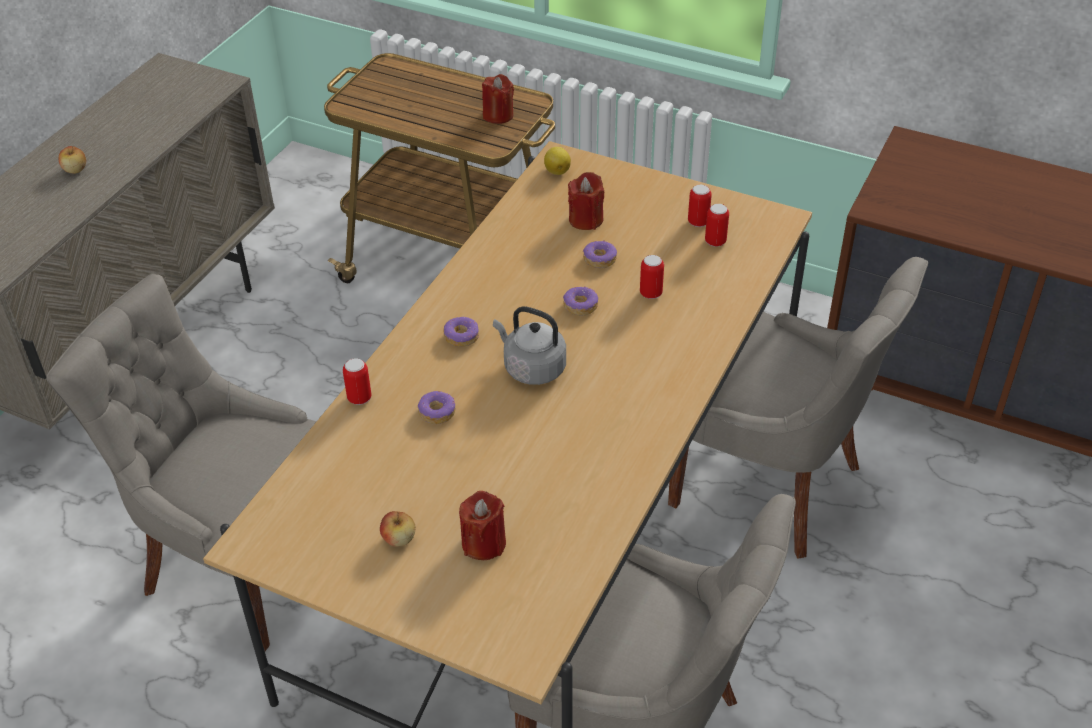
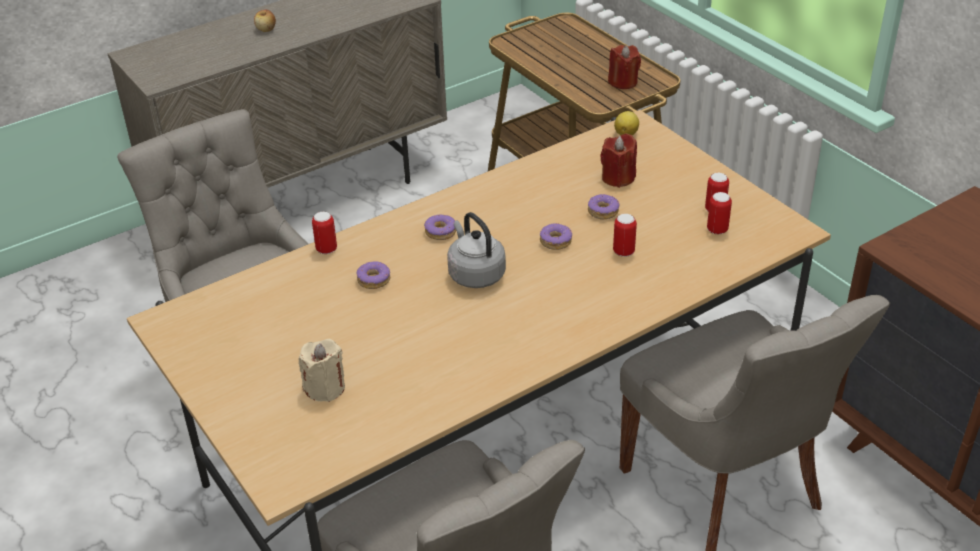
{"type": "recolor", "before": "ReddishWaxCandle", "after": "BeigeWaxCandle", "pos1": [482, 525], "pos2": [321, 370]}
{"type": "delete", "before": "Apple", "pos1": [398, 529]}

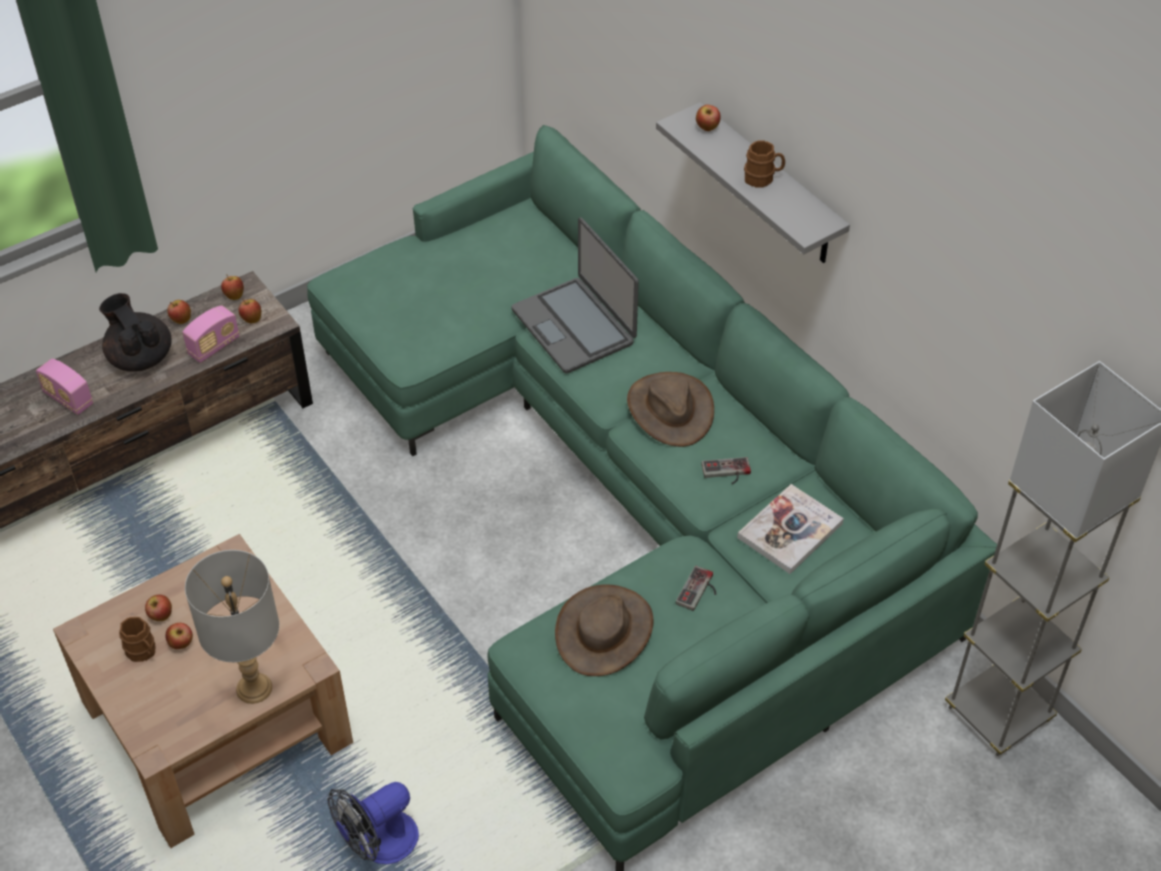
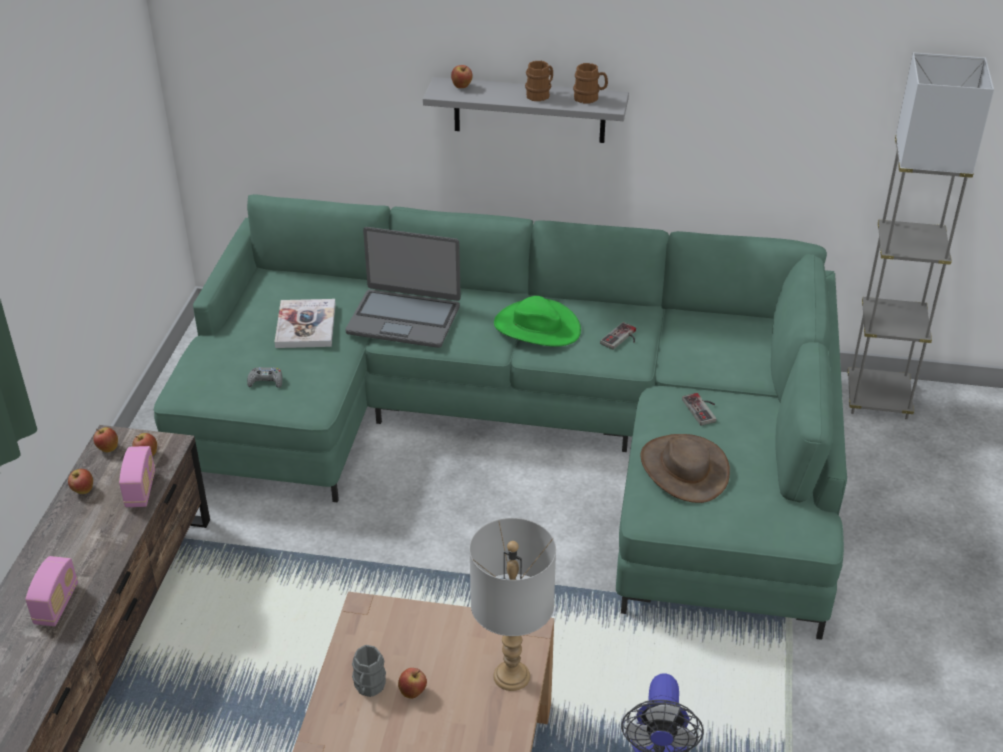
{"type": "delete", "before": "BlackColouredTeaPot", "pos1": [135, 332]}
{"type": "rotate", "before": "RadioSet", "pos1": [64, 387], "pos2": [51, 591], "turn": -75}
{"type": "recolor", "before": "BrownColouredWearableHat", "after": "GreenColouredWearableHat", "pos1": [670, 409], "pos2": [537, 321]}
{"type": "move", "before": "BoundBook", "pos1": [790, 529], "pos2": [305, 323]}
{"type": "replace", "before": "Apple", "after": "GrayMug", "pos1": [158, 608], "pos2": [369, 671]}
{"type": "move", "before": "BrownColouredMug", "pos1": [137, 639], "pos2": [590, 83]}
{"type": "insert", "after": "GrayGamepad", "pos2": [264, 377]}

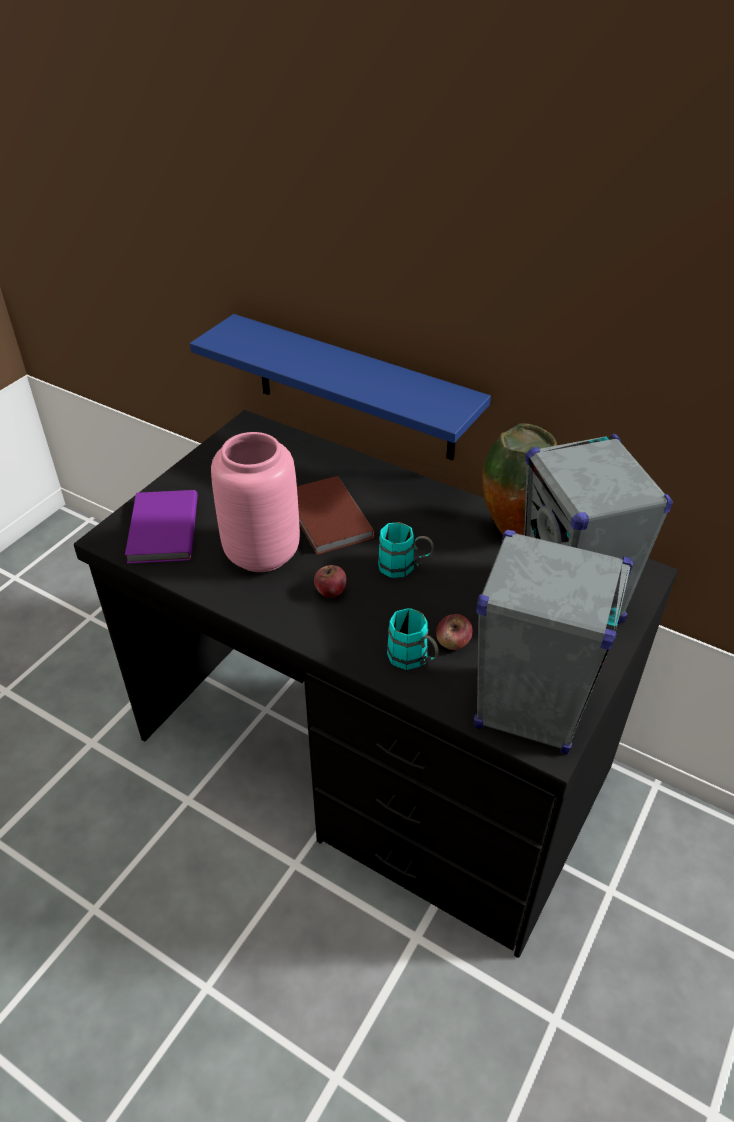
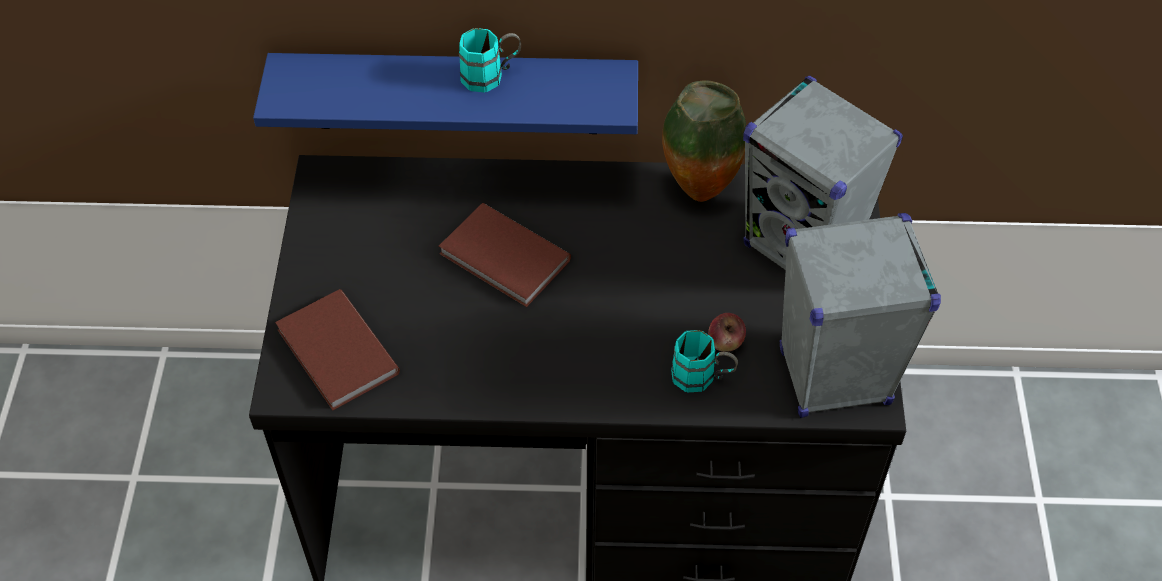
{"type": "delete", "before": "PinkishDecorativeVase", "pos1": [255, 502]}
{"type": "recolor", "before": "PurplishBoundBook", "after": "BrownColouredBoundBook", "pos1": [161, 527], "pos2": [337, 349]}
{"type": "move", "before": "BlueGreenMug", "pos1": [406, 550], "pos2": [490, 60]}
{"type": "delete", "before": "Apple", "pos1": [330, 581]}

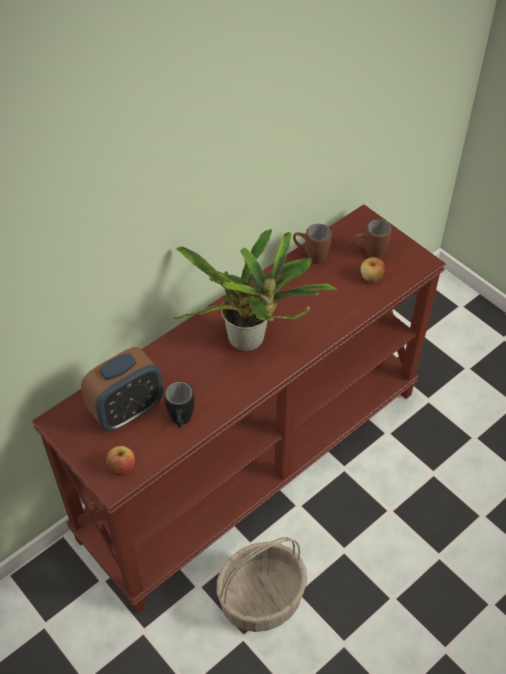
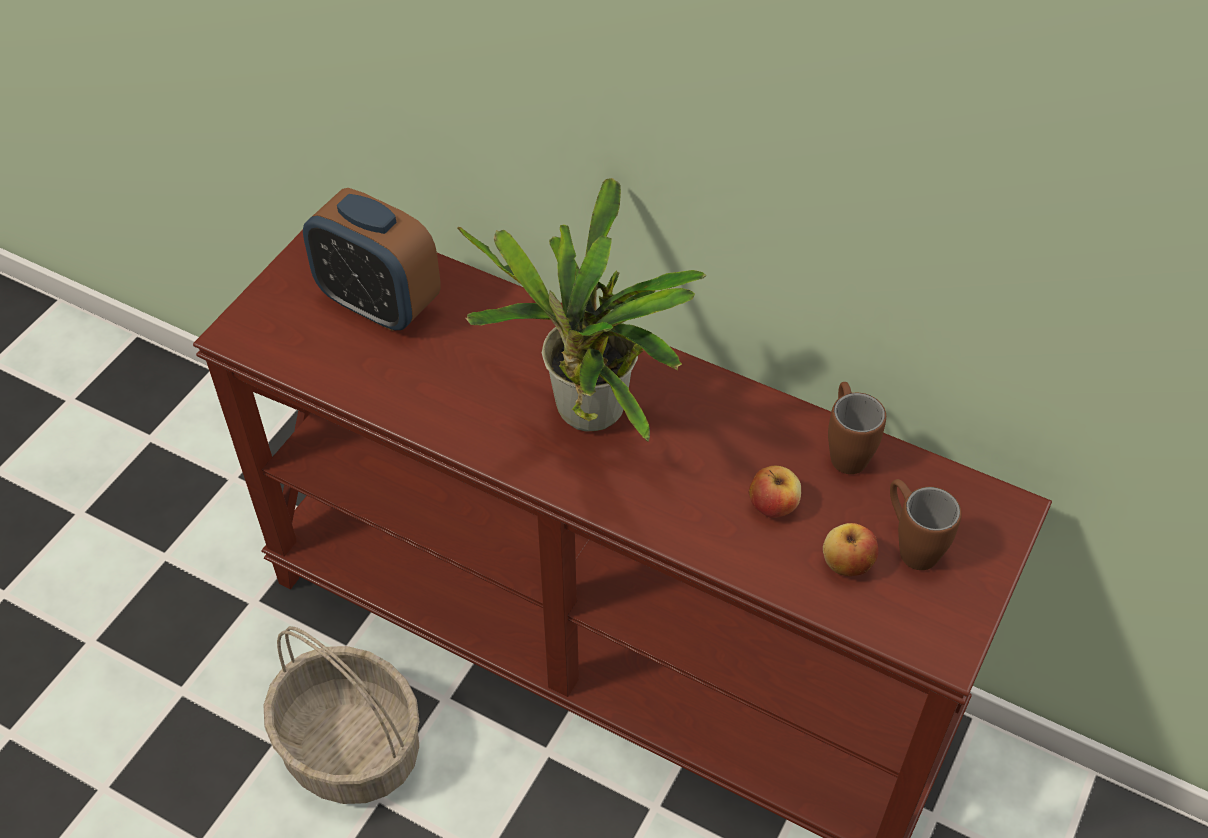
{"type": "delete", "before": "BlackColouredMug", "pos1": [179, 405]}
{"type": "move", "before": "Apple", "pos1": [120, 460], "pos2": [775, 492]}

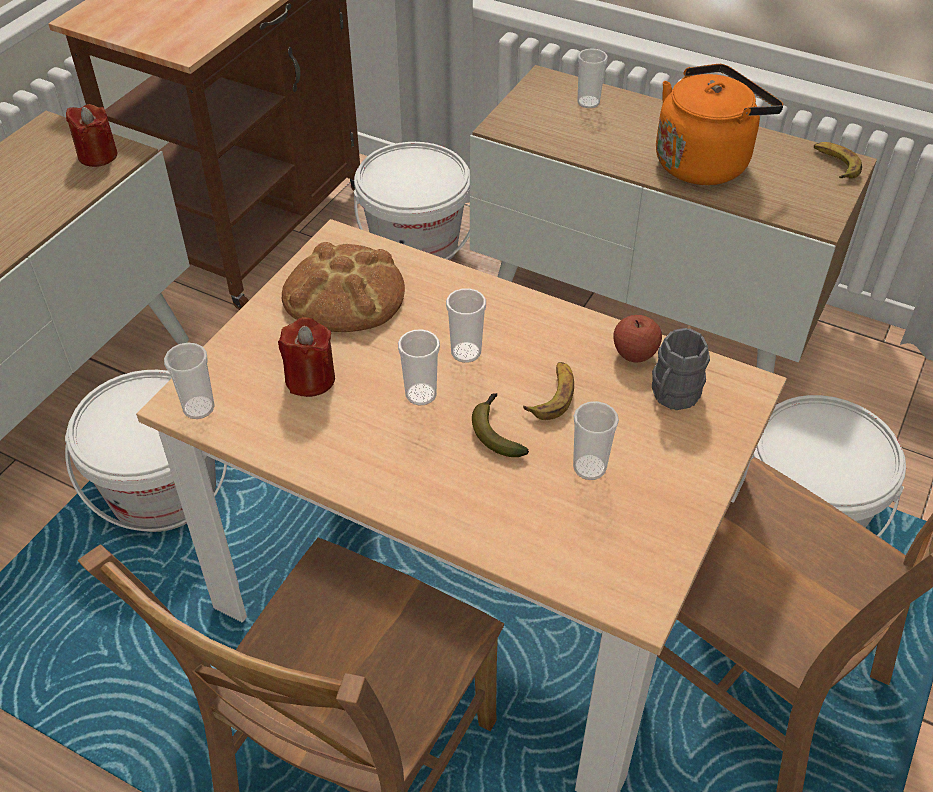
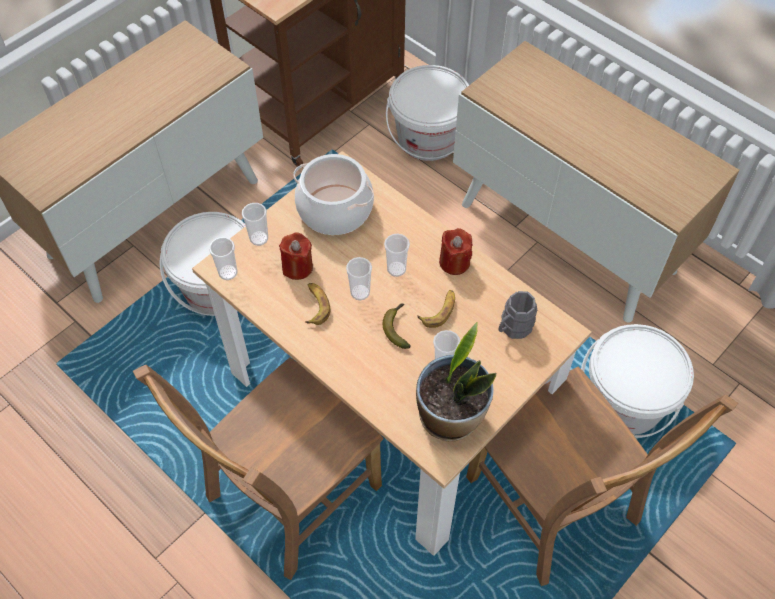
{"type": "move", "before": "DrinkingCup", "pos1": [592, 78], "pos2": [255, 224]}
{"type": "delete", "before": "OrangeTeaKettle", "pos1": [720, 124]}
{"type": "move", "before": "ReddishWaxCandle", "pos1": [91, 135], "pos2": [456, 251]}
{"type": "move", "before": "Banana", "pos1": [838, 160], "pos2": [317, 304]}
{"type": "replace", "before": "Bread", "after": "Stockpot", "pos1": [343, 287], "pos2": [333, 194]}
{"type": "delete", "before": "Apple", "pos1": [637, 338]}
{"type": "insert", "after": "Houseplant", "pos2": [456, 382]}

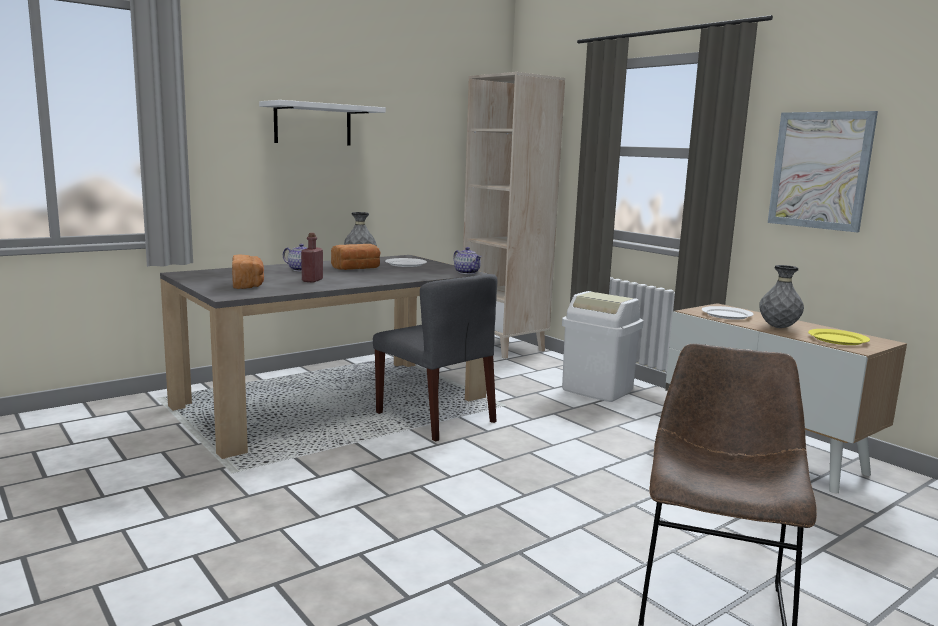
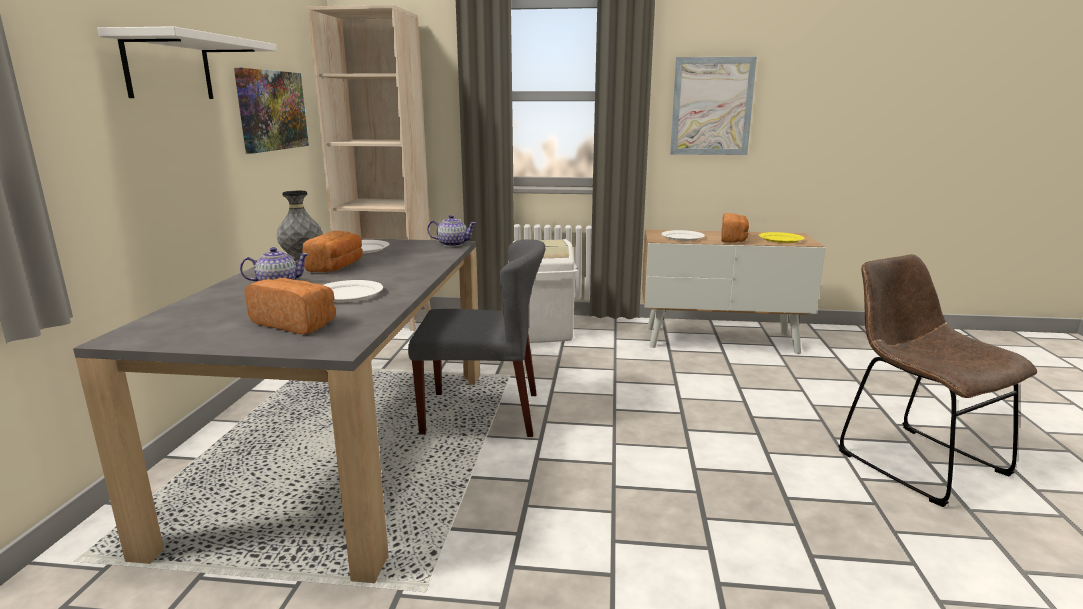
{"type": "replace", "before": "ReddishDrinkBottle", "after": "WhitePlate", "pos1": [312, 258], "pos2": [353, 291]}
{"type": "replace", "before": "GrayDecorativeVase", "after": "Bread", "pos1": [781, 296], "pos2": [735, 228]}
{"type": "insert", "after": "WallPicture", "pos2": [271, 111]}

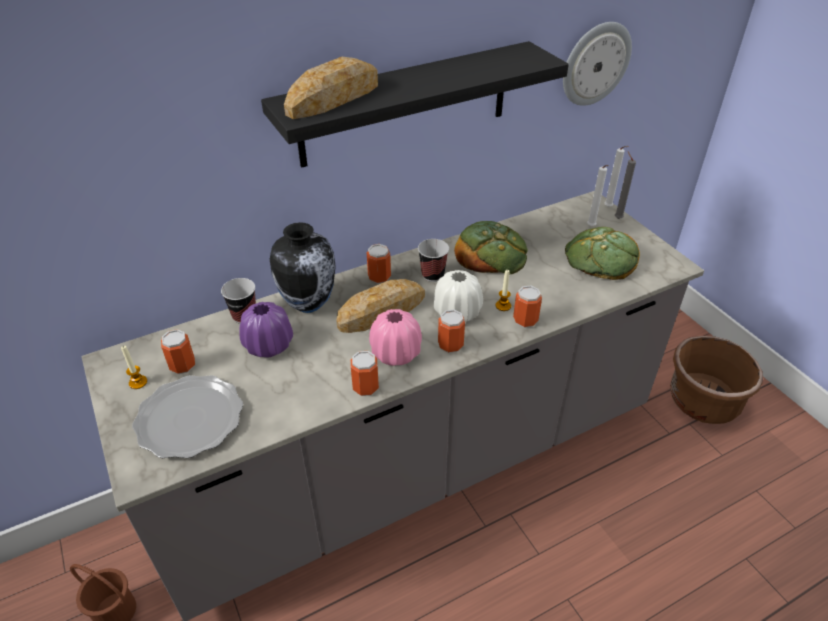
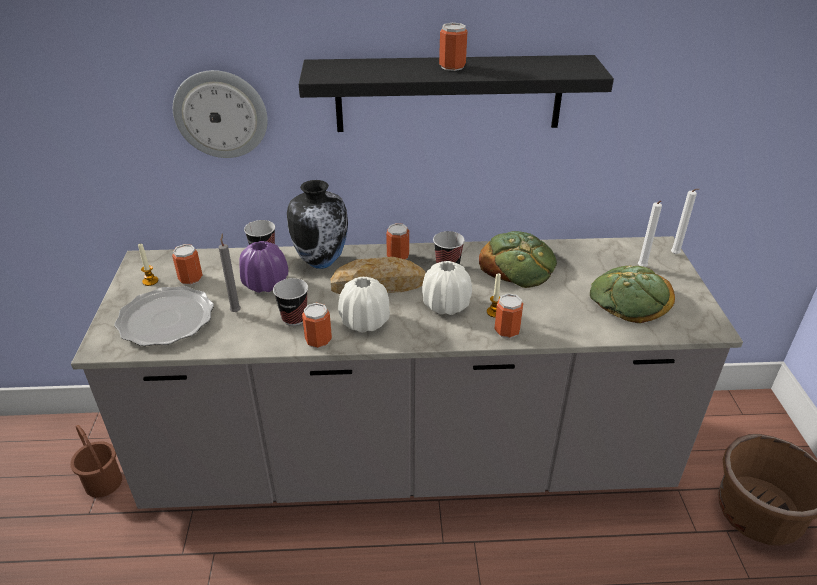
{"type": "move", "before": "HangingClock", "pos1": [597, 64], "pos2": [220, 114]}
{"type": "delete", "before": "Bread", "pos1": [331, 88]}
{"type": "move", "before": "GrayWaxCandle", "pos1": [625, 185], "pos2": [230, 272]}
{"type": "recolor", "before": "PinkishDecorativeVase", "after": "WhiteDecorativeVase", "pos1": [395, 337], "pos2": [364, 305]}
{"type": "move", "before": "Can", "pos1": [451, 331], "pos2": [453, 47]}
{"type": "insert", "after": "DrinkingCup", "pos2": [290, 302]}

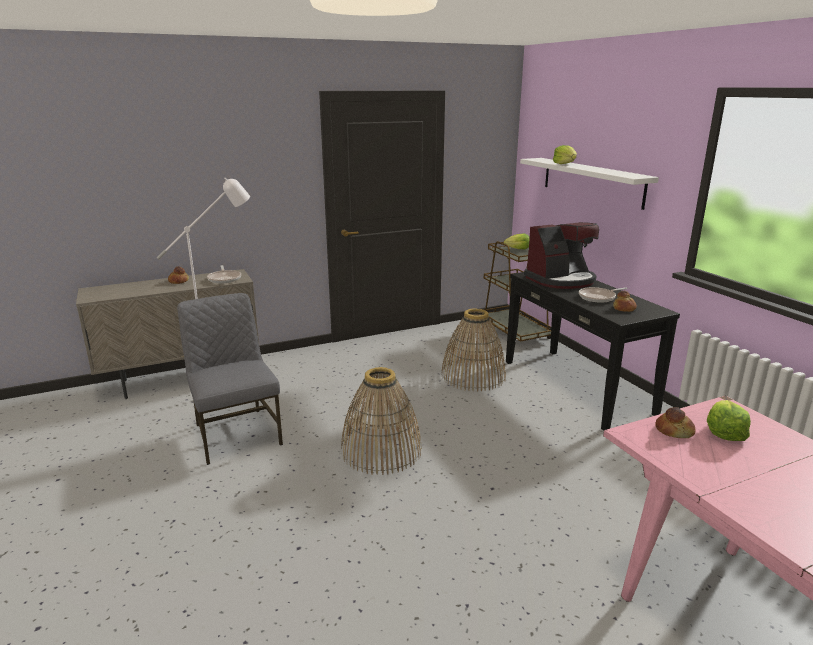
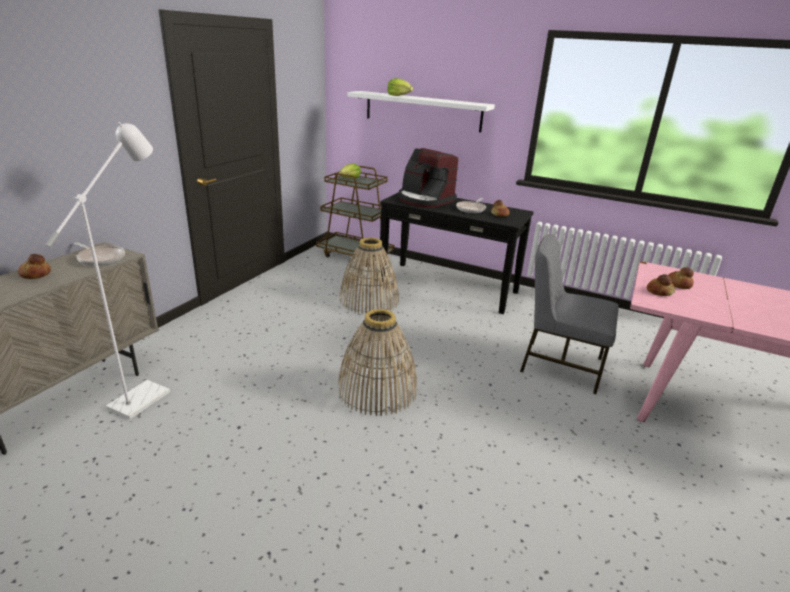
{"type": "rotate", "before": "CoffeeBrewer", "pos1": [561, 255], "pos2": [428, 178], "turn": 105}
{"type": "move", "before": "GrayChair", "pos1": [230, 379], "pos2": [569, 314]}
{"type": "replace", "before": "HeadOfLettuce", "after": "Bread", "pos1": [729, 420], "pos2": [681, 278]}

